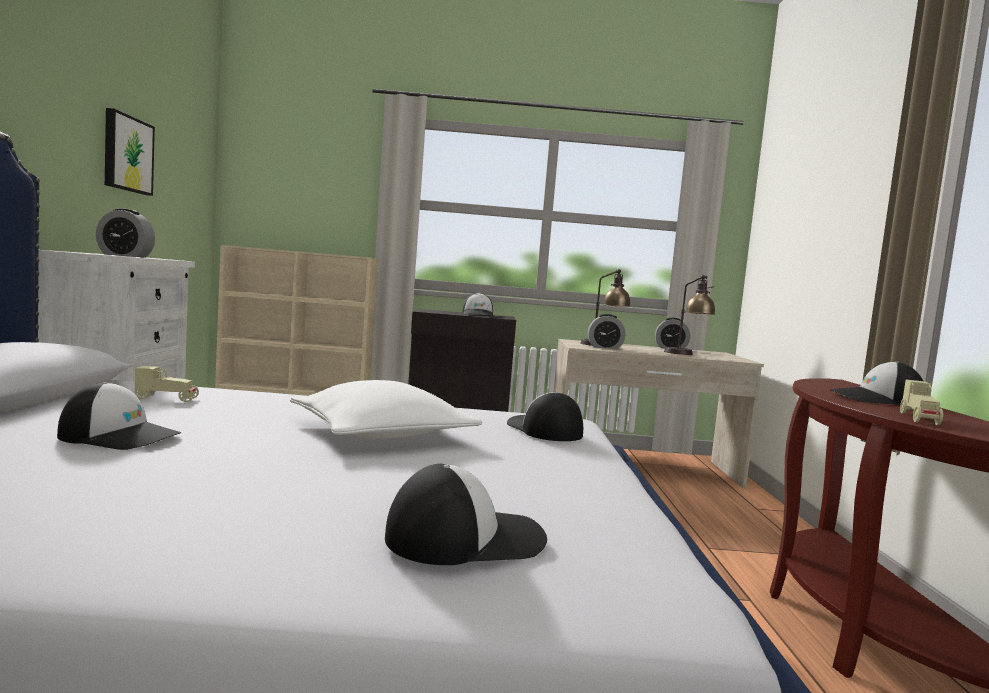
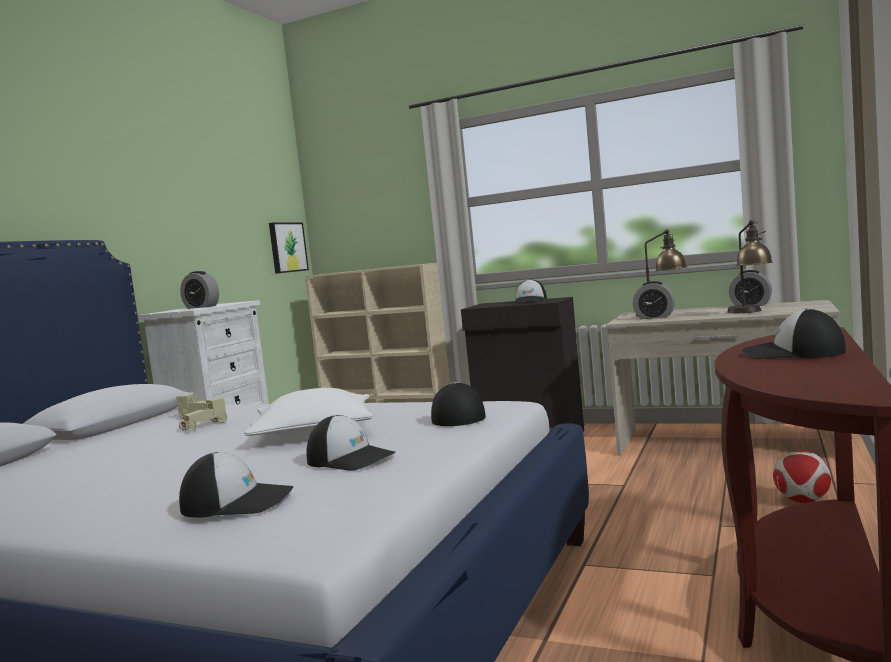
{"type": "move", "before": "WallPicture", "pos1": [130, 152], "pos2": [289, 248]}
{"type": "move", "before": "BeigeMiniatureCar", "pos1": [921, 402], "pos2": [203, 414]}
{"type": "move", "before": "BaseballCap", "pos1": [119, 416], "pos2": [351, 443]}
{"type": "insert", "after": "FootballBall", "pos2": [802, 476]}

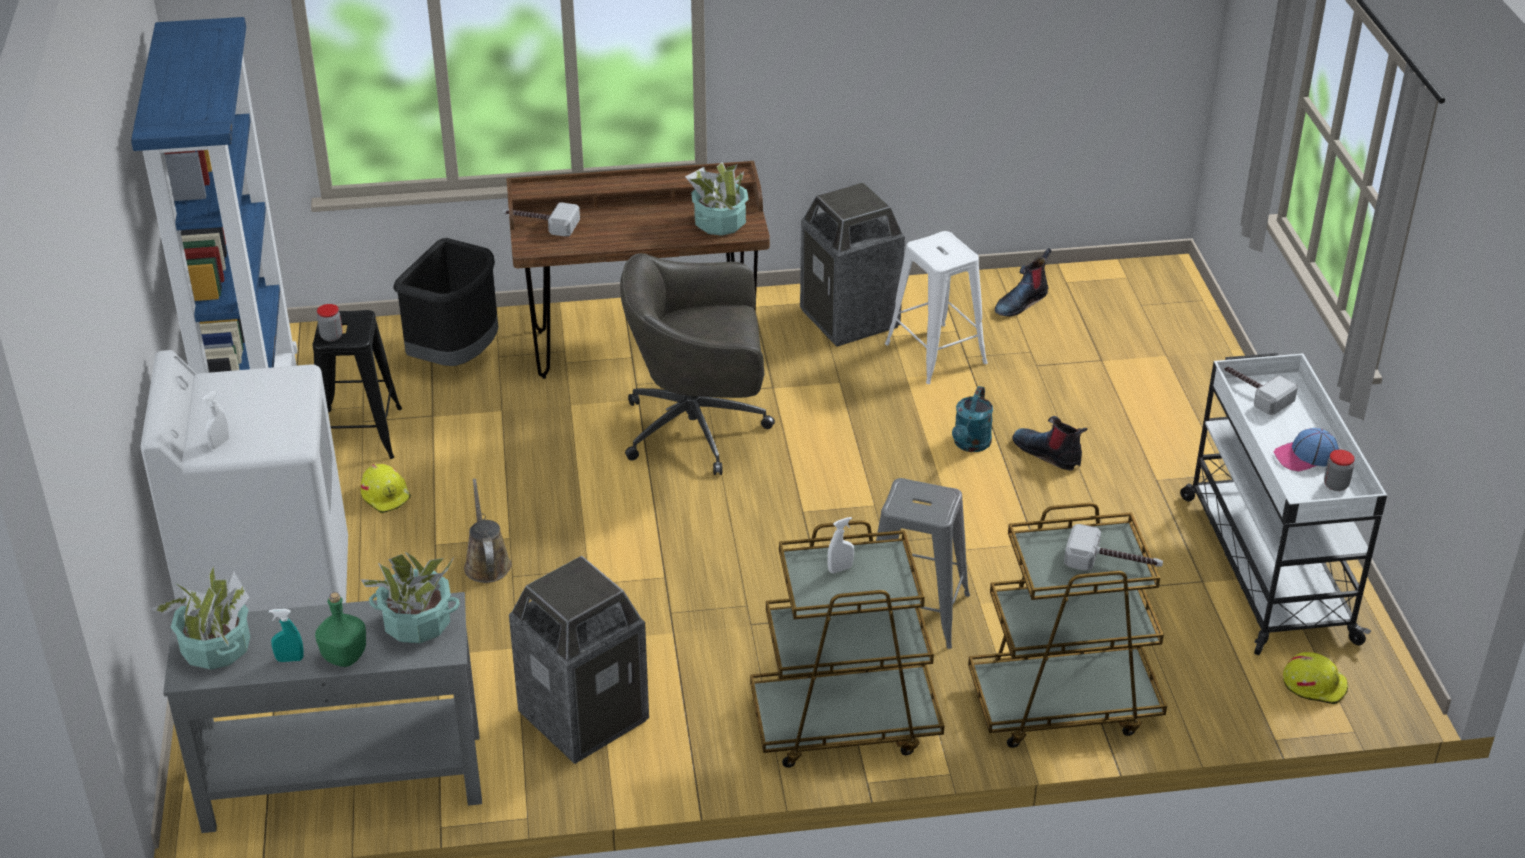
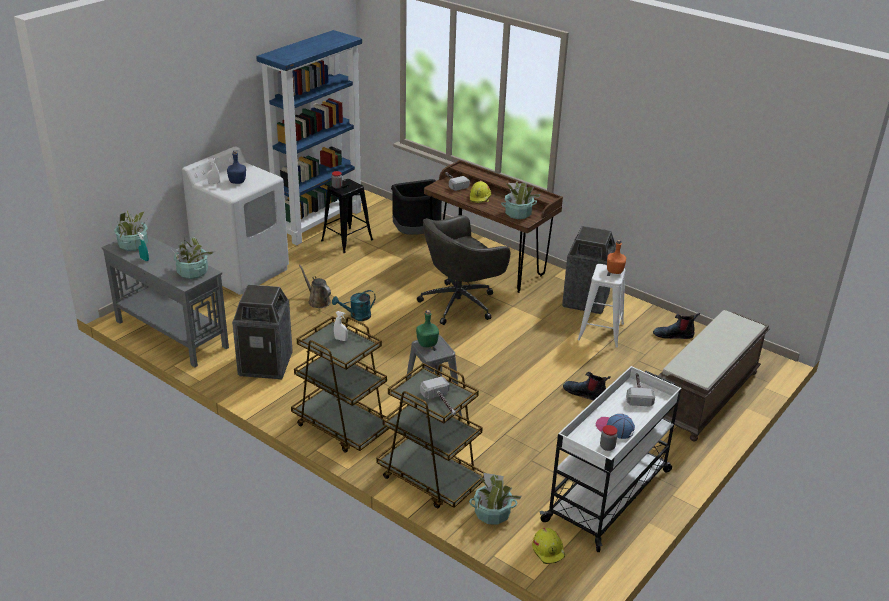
{"type": "rotate", "before": "GrayOfficeChair", "pos1": [697, 364], "pos2": [463, 270], "turn": -75}
{"type": "move", "before": "BlueGreenSprinklingCan", "pos1": [972, 419], "pos2": [354, 305]}
{"type": "rotate", "before": "HighTopBoot", "pos1": [1050, 443], "pos2": [587, 386], "turn": -60}
{"type": "move", "before": "YellowColouredSafetyHelmet", "pos1": [386, 488], "pos2": [480, 192]}
{"type": "rotate", "before": "BrownColouredSprinklingCan", "pos1": [488, 531], "pos2": [315, 286], "turn": -75}
{"type": "move", "before": "GreenColouredDrinkBottle", "pos1": [340, 629], "pos2": [427, 328]}
{"type": "insert", "after": "BlueColouredDrinkBottle", "pos2": [236, 167]}
{"type": "insert", "after": "OrangeDrinkBottle", "pos2": [616, 257]}
{"type": "insert", "after": "BrownColouredIndoorBench", "pos2": [714, 375]}
{"type": "insert", "after": "Houseplant", "pos2": [495, 498]}

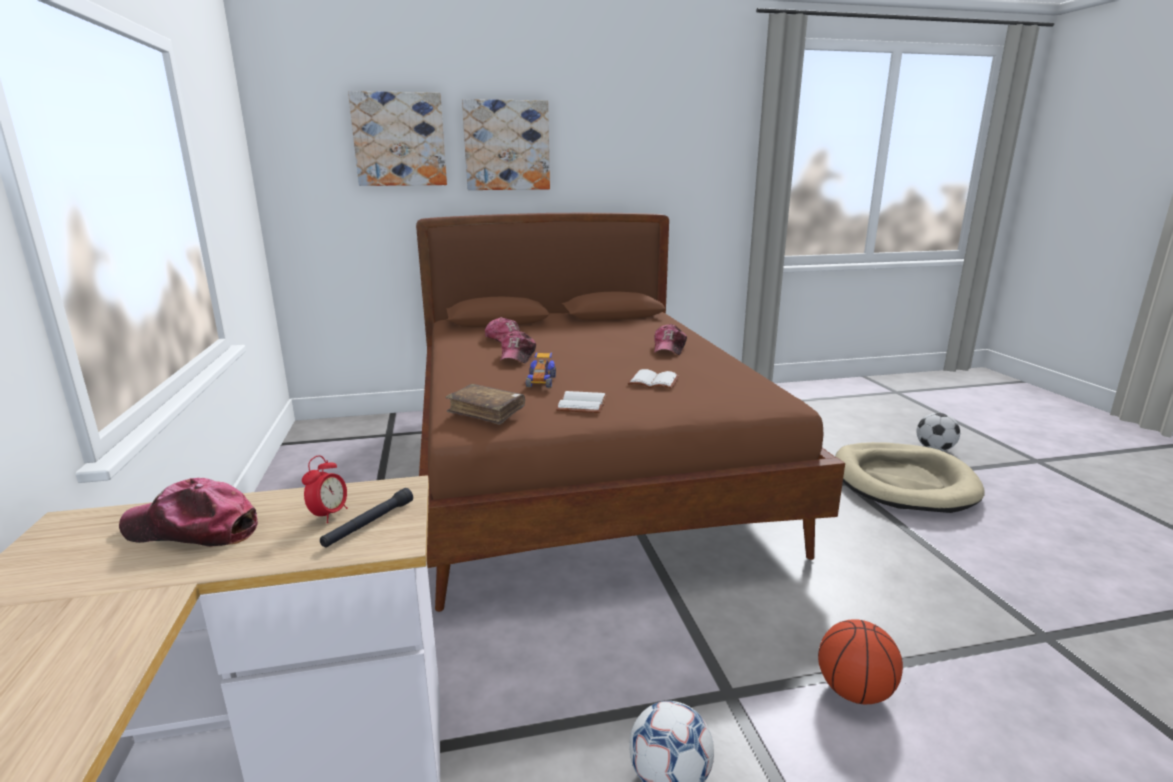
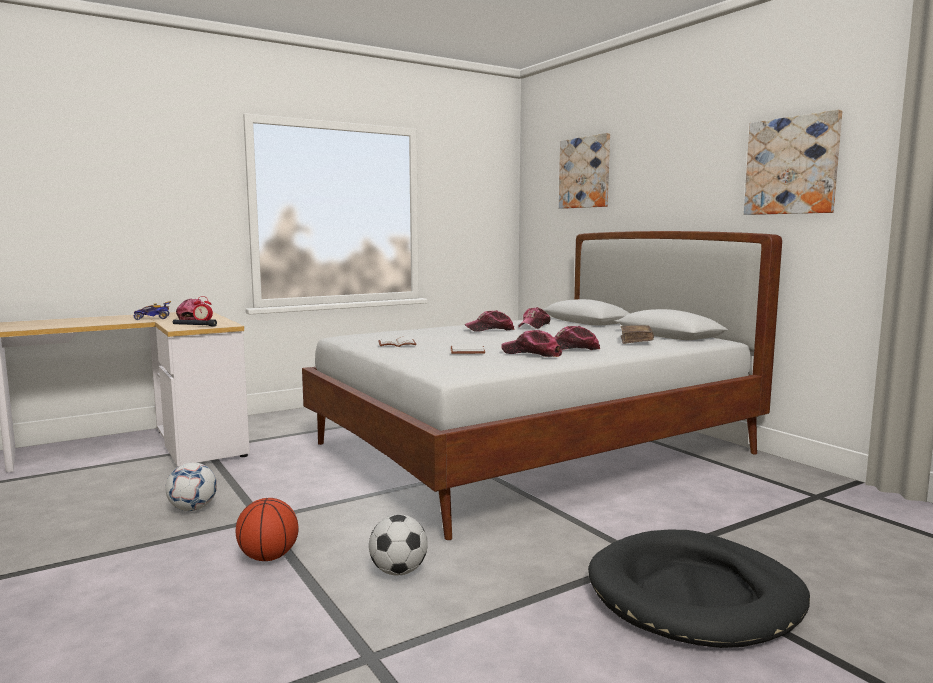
{"type": "move", "before": "WallPicture", "pos1": [506, 144], "pos2": [793, 162]}
{"type": "recolor", "before": "BrownColouredBedroomBed", "after": "WhiteBedroomBed", "pos1": [630, 412], "pos2": [542, 385]}
{"type": "move", "before": "MiniatureCar", "pos1": [541, 370], "pos2": [152, 310]}
{"type": "move", "before": "BrownColouredBoundBook", "pos1": [485, 404], "pos2": [637, 334]}
{"type": "move", "before": "FootballBall", "pos1": [938, 432], "pos2": [398, 545]}
{"type": "recolor", "before": "BeigeDogCushion", "after": "BlackColouredDogCushion", "pos1": [909, 477], "pos2": [699, 589]}
{"type": "insert", "after": "BaseballCap", "pos2": [531, 343]}

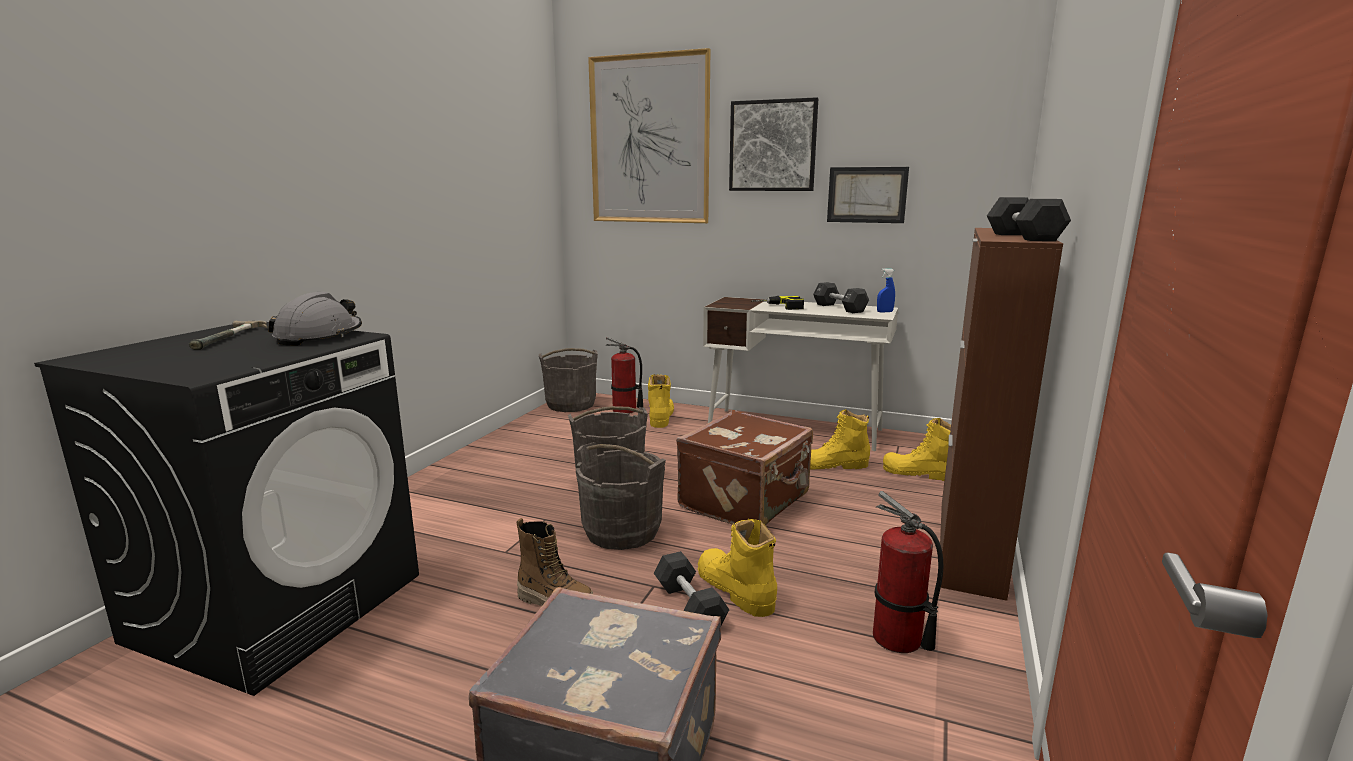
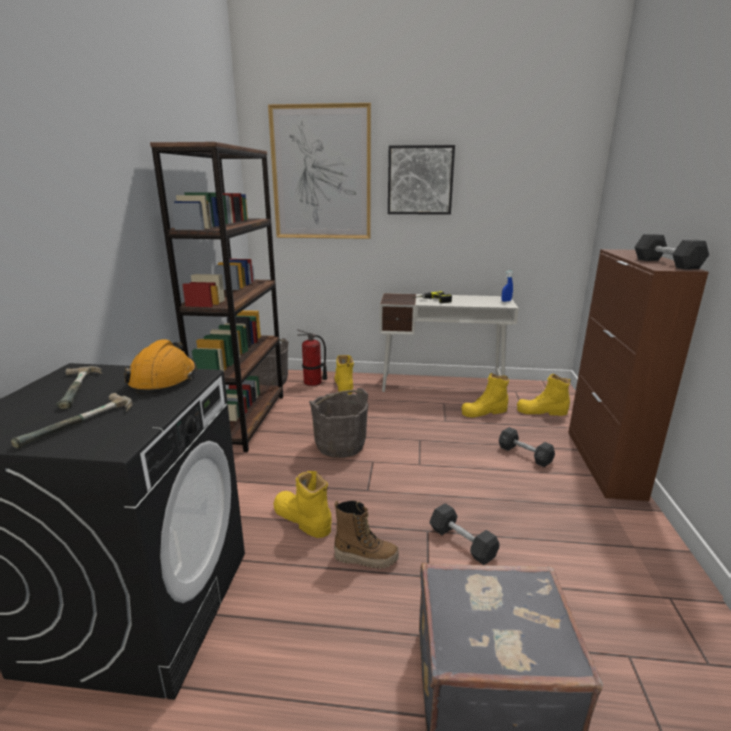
{"type": "delete", "before": "WallPicture", "pos1": [868, 195]}
{"type": "move", "before": "BlackColouredFreeWeight", "pos1": [841, 297], "pos2": [527, 447]}
{"type": "recolor", "before": "GraySafetyHelmet", "after": "OrangeSafetyHelmet", "pos1": [315, 318], "pos2": [160, 366]}
{"type": "delete", "before": "BrownColouredPieceOfLuggage", "pos1": [744, 467]}
{"type": "delete", "before": "GrayBucket", "pos1": [621, 496]}
{"type": "delete", "before": "FireFightingCylinder", "pos1": [908, 572]}
{"type": "move", "before": "YellowColouredHighTopBoot", "pos1": [737, 568], "pos2": [303, 504]}
{"type": "insert", "after": "BrownColouredBookshelf", "pos2": [216, 297]}
{"type": "insert", "after": "HandHammer", "pos2": [72, 421]}

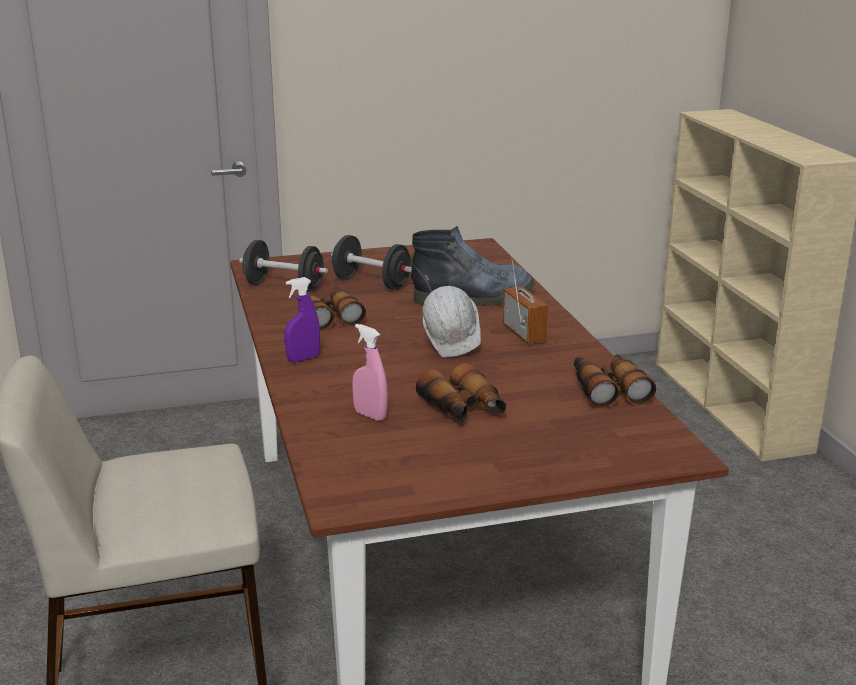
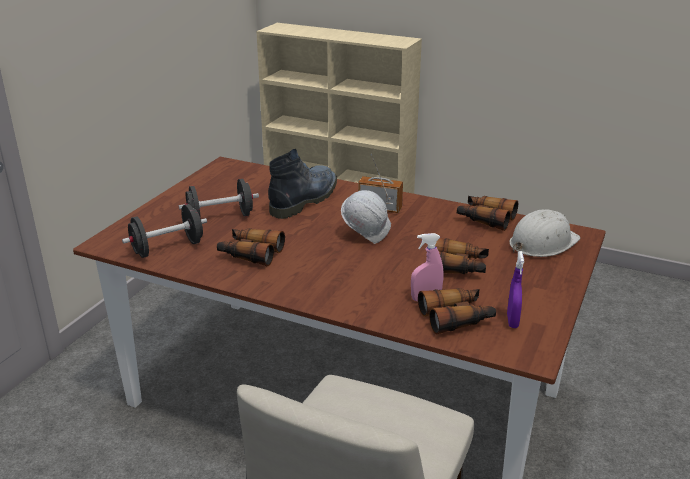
{"type": "move", "before": "PurplishSprayer", "pos1": [302, 319], "pos2": [515, 289]}
{"type": "insert", "after": "WhiteSafetyHelmet", "pos2": [544, 233]}
{"type": "insert", "after": "Binoculars", "pos2": [457, 311]}

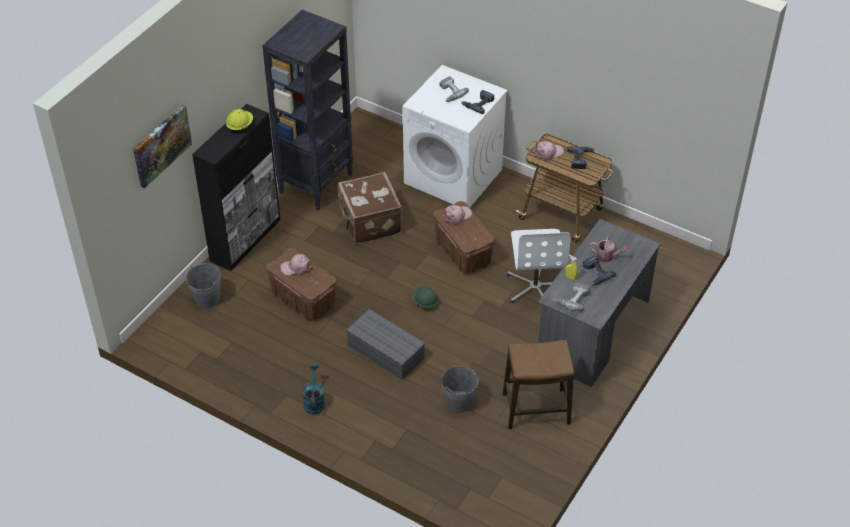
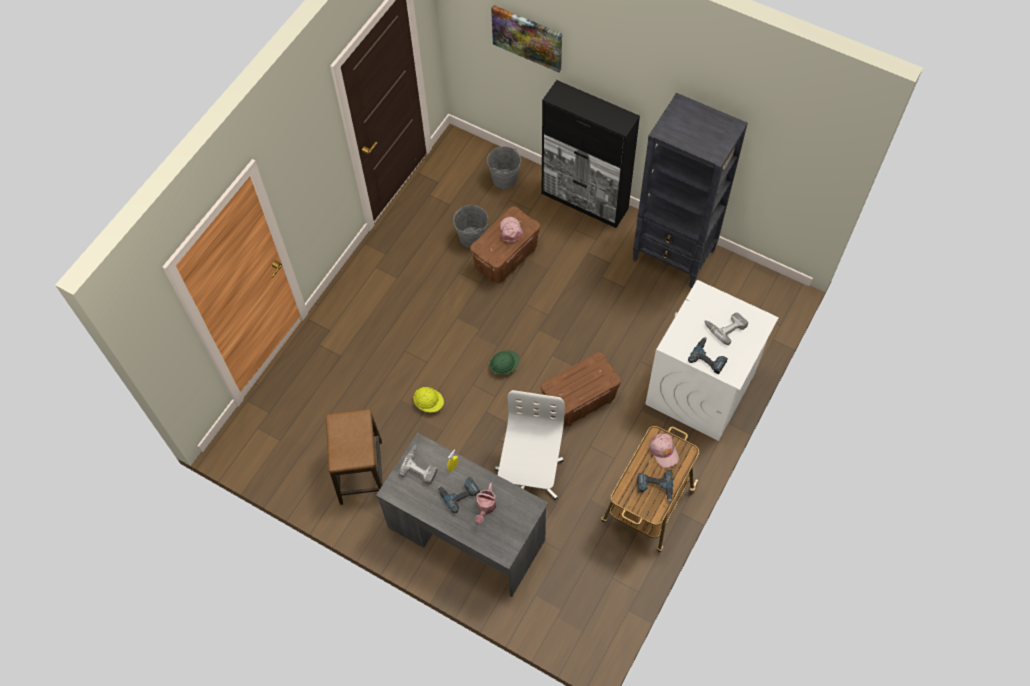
{"type": "move", "before": "YellowColouredSafetyHelmet", "pos1": [239, 119], "pos2": [428, 399]}
{"type": "delete", "before": "BrownColouredPieceOfLuggage", "pos1": [370, 208]}
{"type": "delete", "before": "PinkishBaseballCap", "pos1": [457, 214]}
{"type": "rotate", "before": "WhiteOfficeChair", "pos1": [539, 266], "pos2": [530, 445], "turn": 105}
{"type": "delete", "before": "GrayStorageBox", "pos1": [385, 344]}
{"type": "delete", "before": "BlueGreenSprinklingCan", "pos1": [314, 389]}
{"type": "move", "before": "GrayBucket", "pos1": [460, 389], "pos2": [470, 226]}

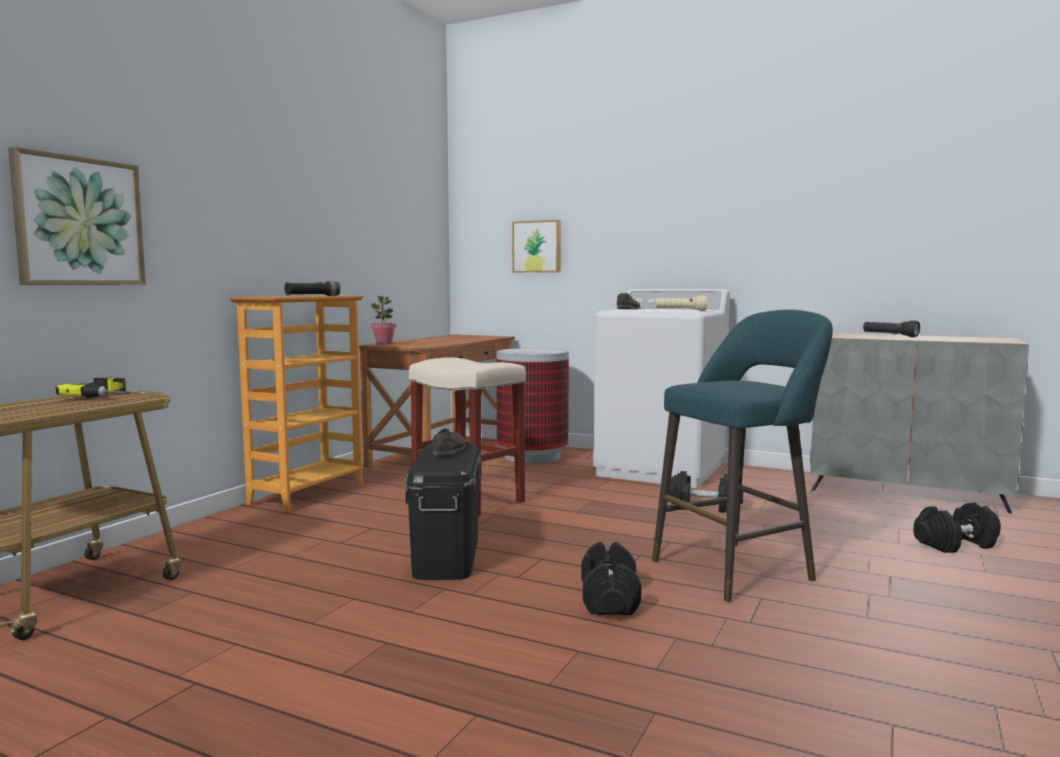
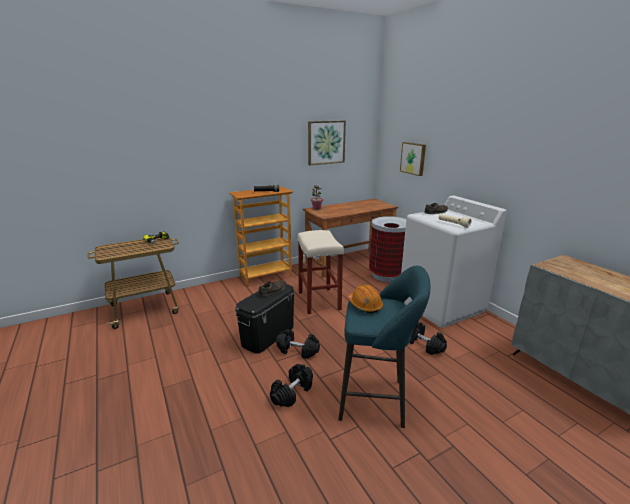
{"type": "move", "before": "WallPicture", "pos1": [77, 216], "pos2": [327, 142]}
{"type": "delete", "before": "BlackColouredTorch", "pos1": [891, 328]}
{"type": "move", "before": "BlackColouredFreeWeight", "pos1": [957, 527], "pos2": [298, 344]}
{"type": "insert", "after": "OrangeSafetyHelmet", "pos2": [365, 298]}

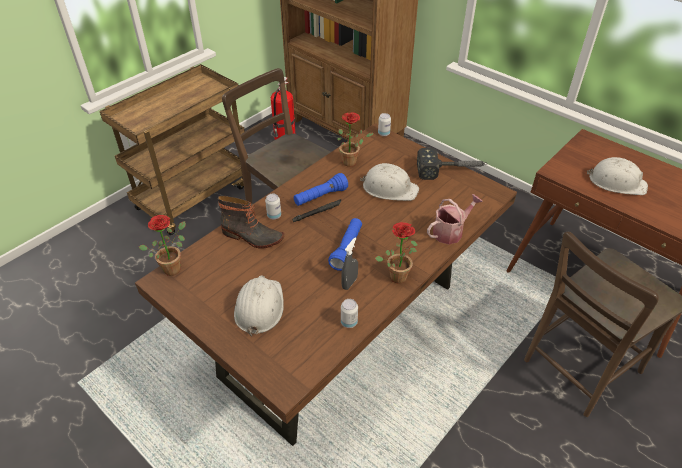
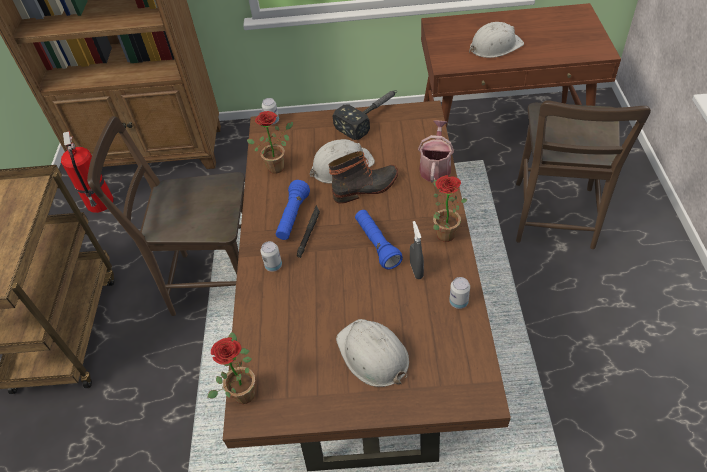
{"type": "move", "before": "HighTopBoot", "pos1": [251, 222], "pos2": [363, 177]}

